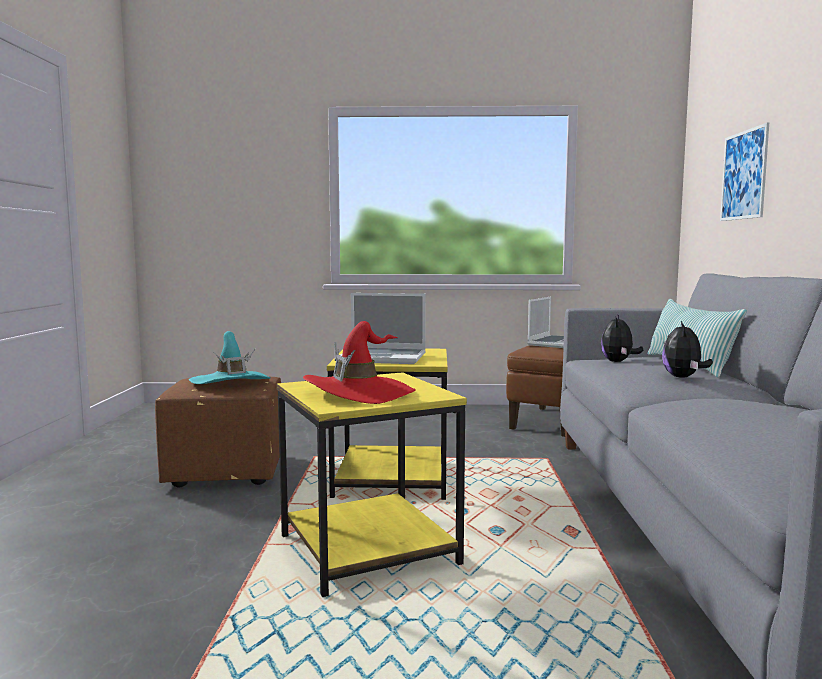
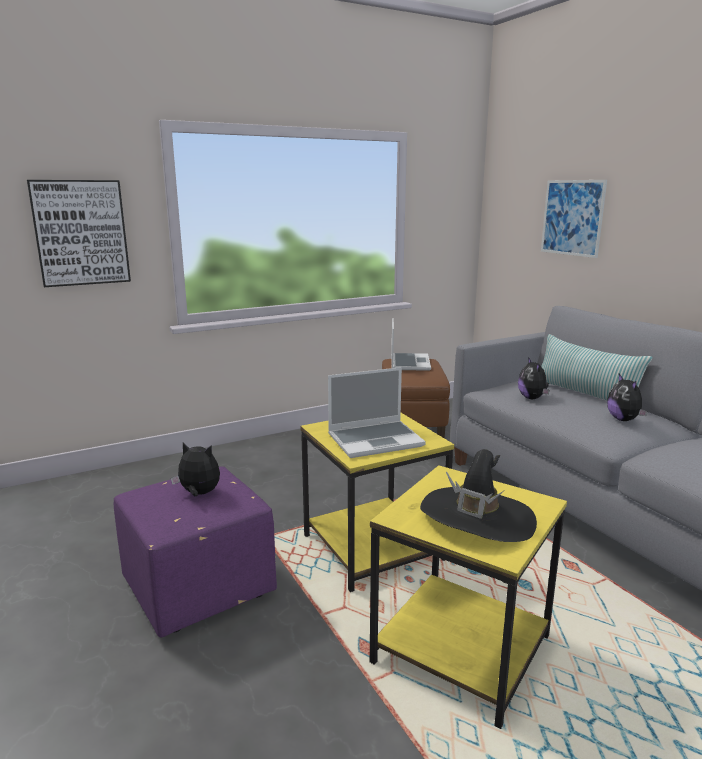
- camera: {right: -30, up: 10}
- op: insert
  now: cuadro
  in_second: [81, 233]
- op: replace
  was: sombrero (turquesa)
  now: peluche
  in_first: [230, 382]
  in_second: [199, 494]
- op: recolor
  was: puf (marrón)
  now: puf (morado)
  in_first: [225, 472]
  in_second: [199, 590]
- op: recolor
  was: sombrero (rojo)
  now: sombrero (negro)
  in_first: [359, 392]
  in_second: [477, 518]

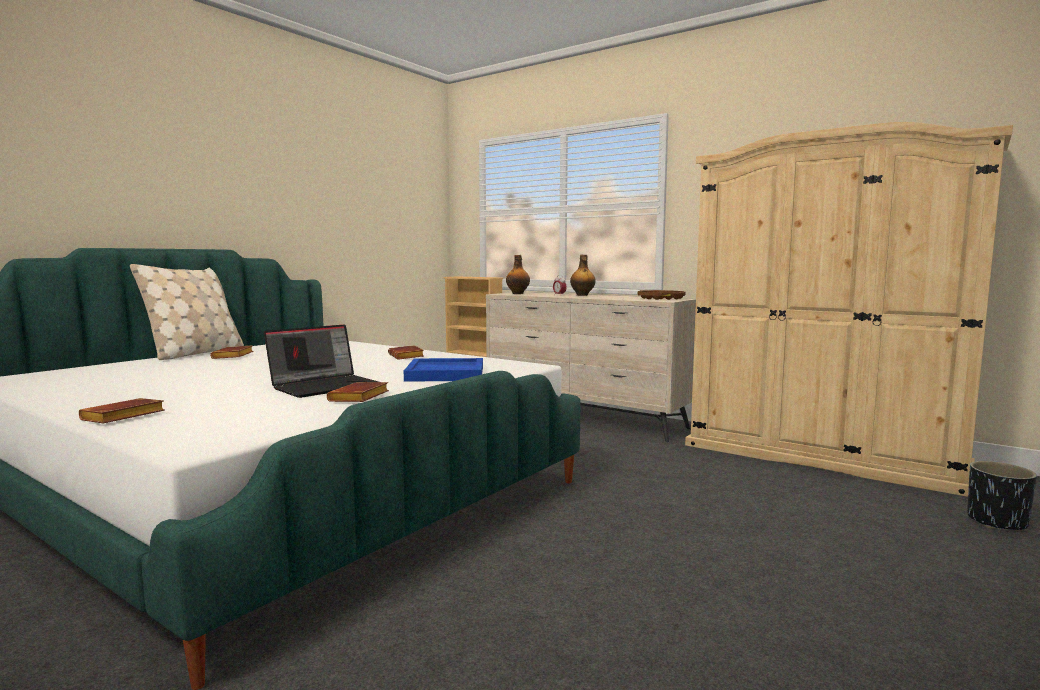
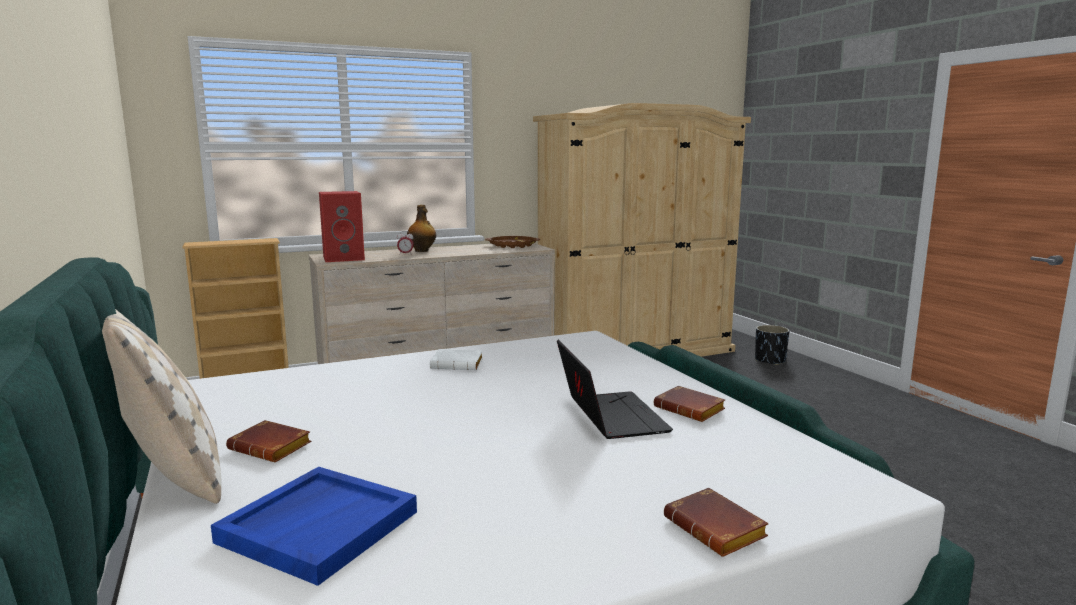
- camera: {right: -60, up: 5}
- op: move
  was: bandeja (azul)
  in_first: [446, 374]
  in_second: [319, 526]
- op: replace
  was: botella
  now: altavoz (rojo)
  in_first: [518, 293]
  in_second: [344, 258]
- op: recolor
  was: libro (marrón)
  now: libro (blanco)
  in_first: [407, 356]
  in_second: [458, 364]

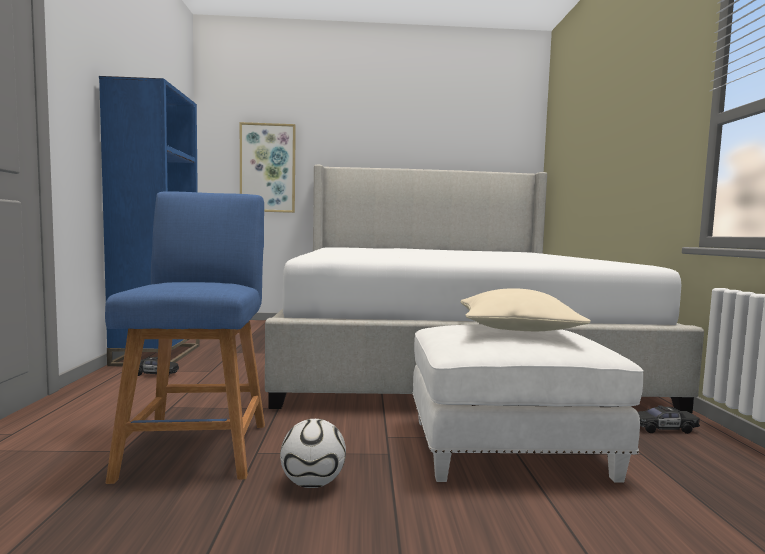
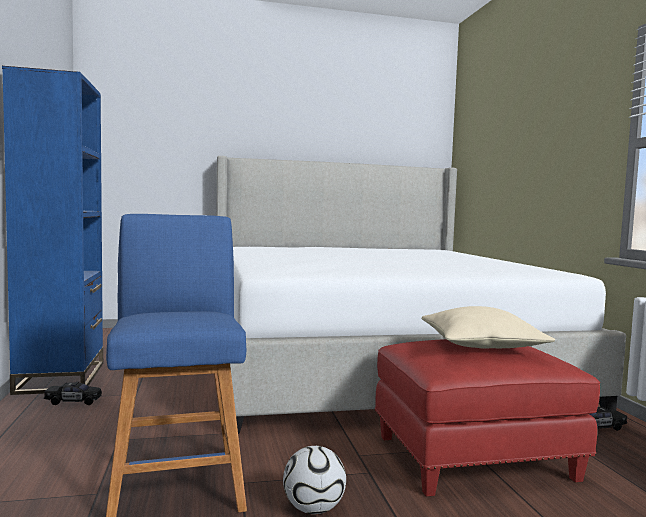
- camera: {right: -10, up: 0}
- op: delete
  was: cuadro
  in_first: [268, 168]
- op: recolor
  was: puf (blanco)
  now: puf (rojo)
  in_first: [509, 447]
  in_second: [475, 456]

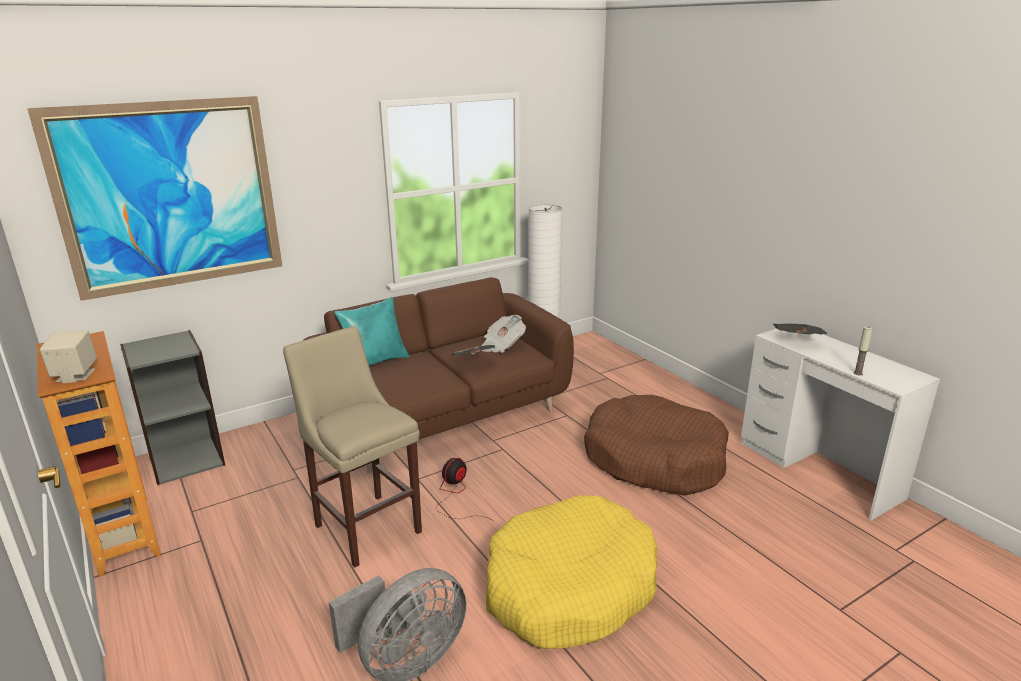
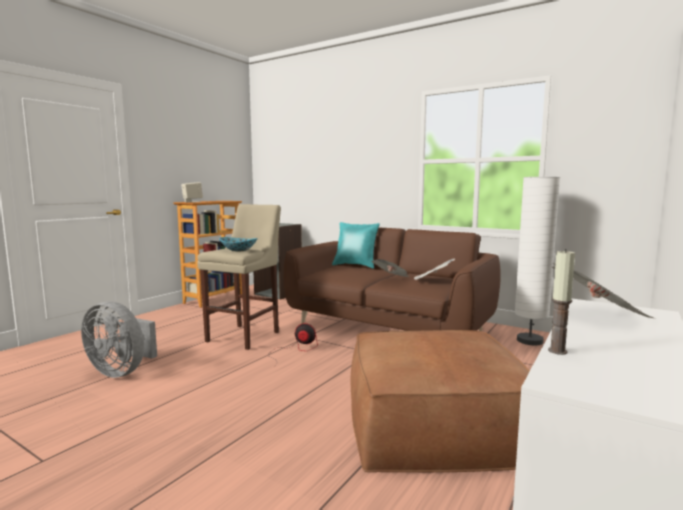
- camera: {right: 65, up: -15}
- op: delete
  was: cuadro
  in_first: [170, 196]
- op: delete
  was: cama para perro (amarillo)
  in_first: [569, 588]
- op: insert
  now: cuenco
  in_second: [238, 250]
- op: replace
  was: cama para perro (marrón)
  now: puf (marrón)
  in_first: [654, 459]
  in_second: [435, 418]

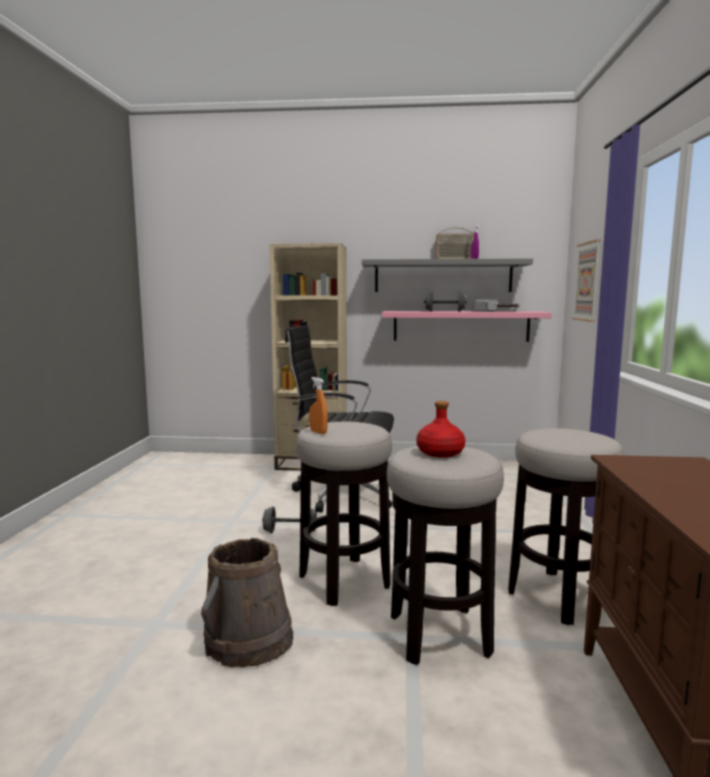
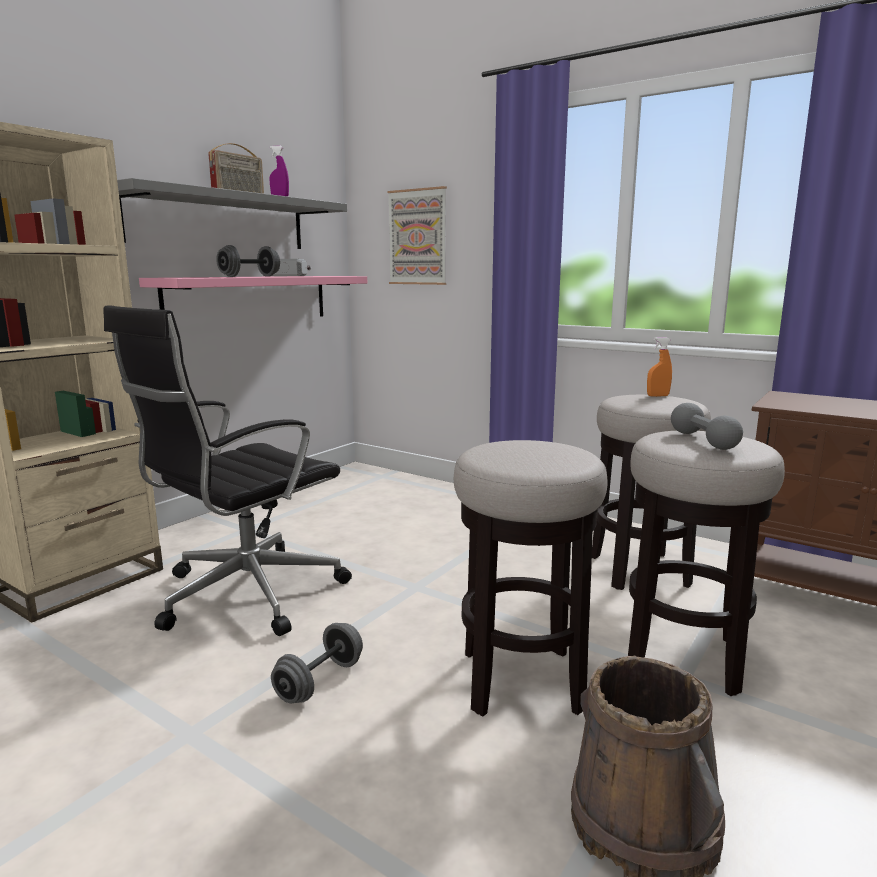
- camera: {right: -60, up: 5}
- op: move
  was: pulverizador (naranja)
  in_first: [318, 432]
  in_second: [657, 396]
- op: replace
  was: botella (rojo)
  now: mancuerna (gris)
  in_first: [440, 453]
  in_second: [703, 441]

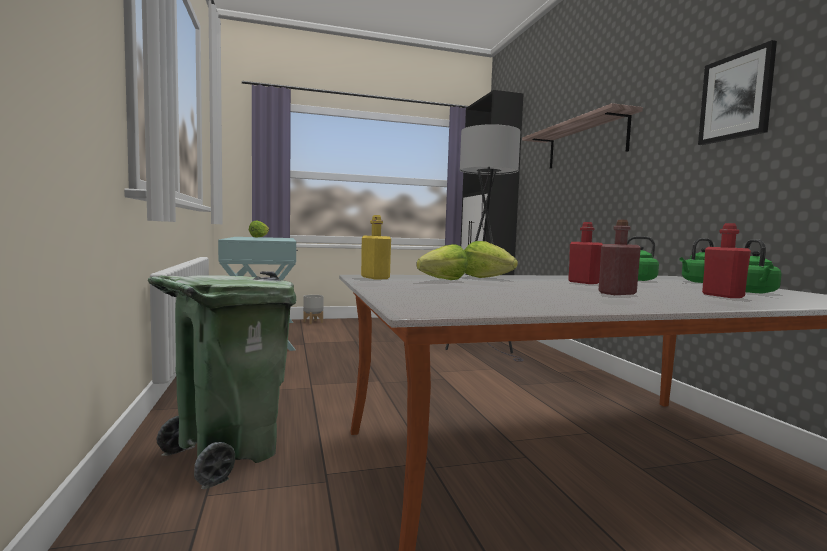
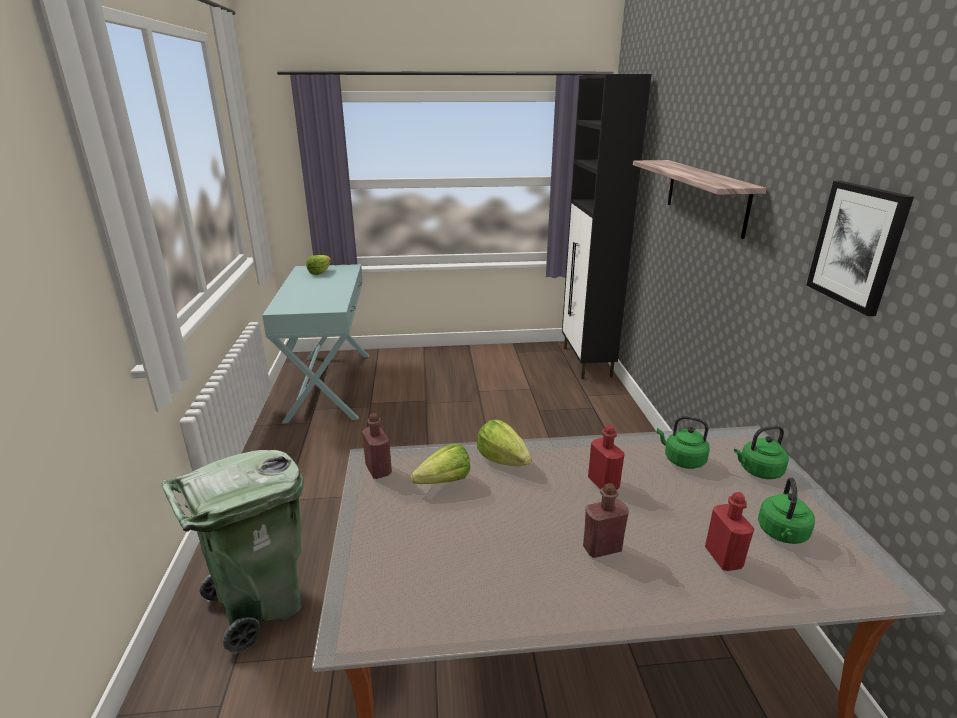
- camera: {right: 10, up: 20}
- op: delete
  was: maceta (gris)
  in_first: [312, 322]
- op: delete
  was: lámpara de pie (gris)
  in_first: [482, 348]
- op: recolor
  was: botella (amarillo)
  now: botella (rojo)
  in_first: [375, 278]
  in_second: [378, 470]

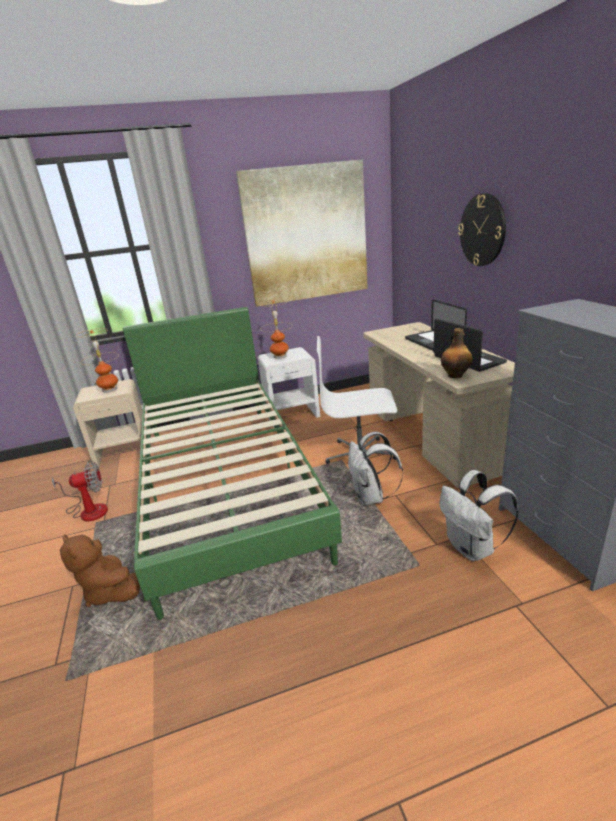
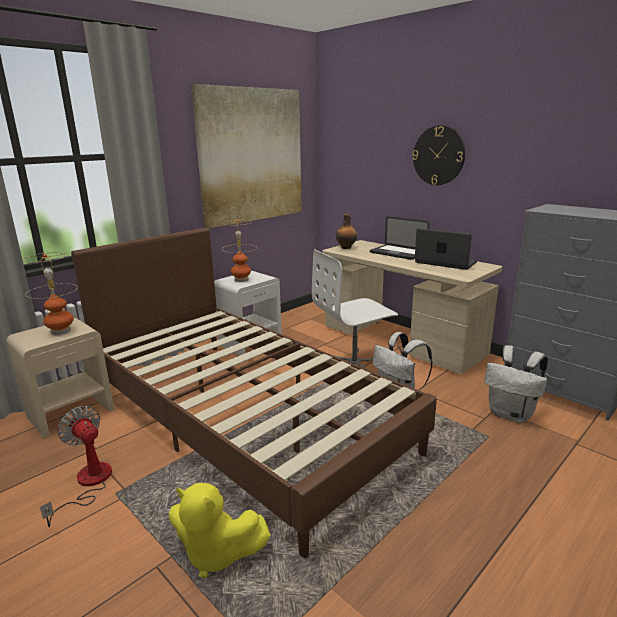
- camera: {right: -30, up: -5}
- op: move
  was: botella
  in_first: [455, 375]
  in_second: [346, 247]
- op: recolor
  was: peluche (marrón)
  now: peluche (amarillo)
  in_first: [111, 591]
  in_second: [216, 553]
- op: recolor
  was: cama (verde)
  now: cama (marrón)
  in_first: [225, 485]
  in_second: [244, 418]
- op: rotate
  was: ventilador
  in_first: [88, 510]
  in_second: [88, 484]
  clockwise: -90

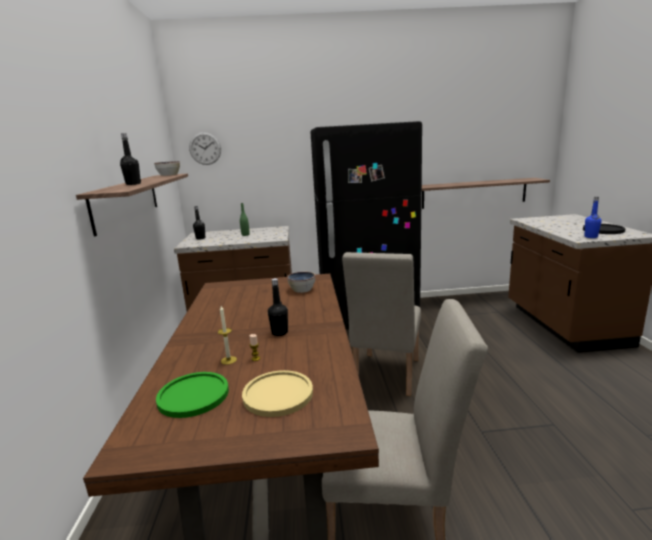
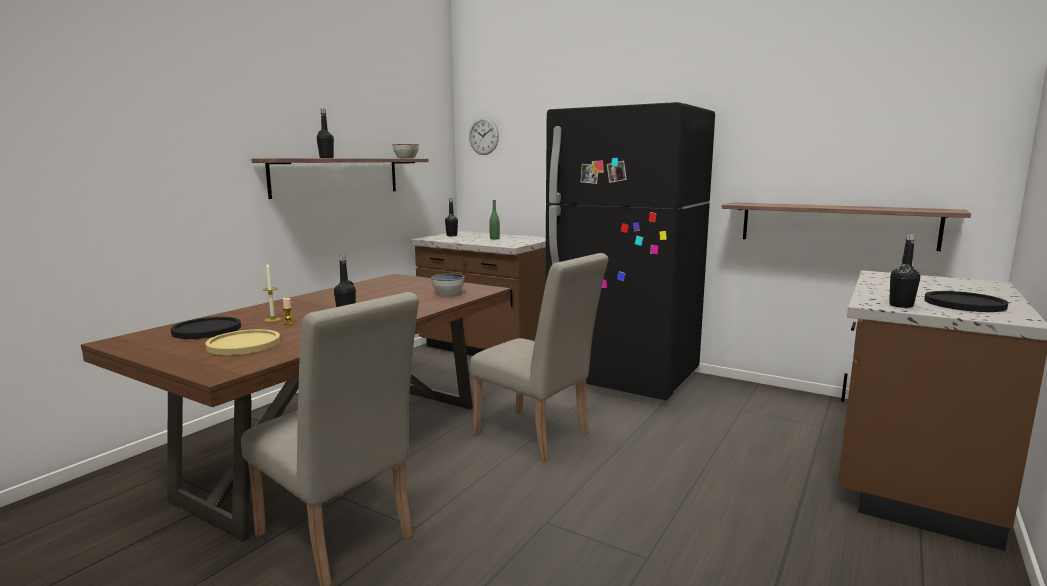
- camera: {right: 35, up: -5}
- op: recolor
  was: plato (verde)
  now: plato (negro)
  in_first: [193, 395]
  in_second: [207, 330]
- op: recolor
  was: botella (azul)
  now: botella (negro)
  in_first: [591, 237]
  in_second: [901, 305]
- op: rotate
  was: silla (beis)
  in_first: [385, 377]
  in_second: [537, 436]
  clockwise: -105

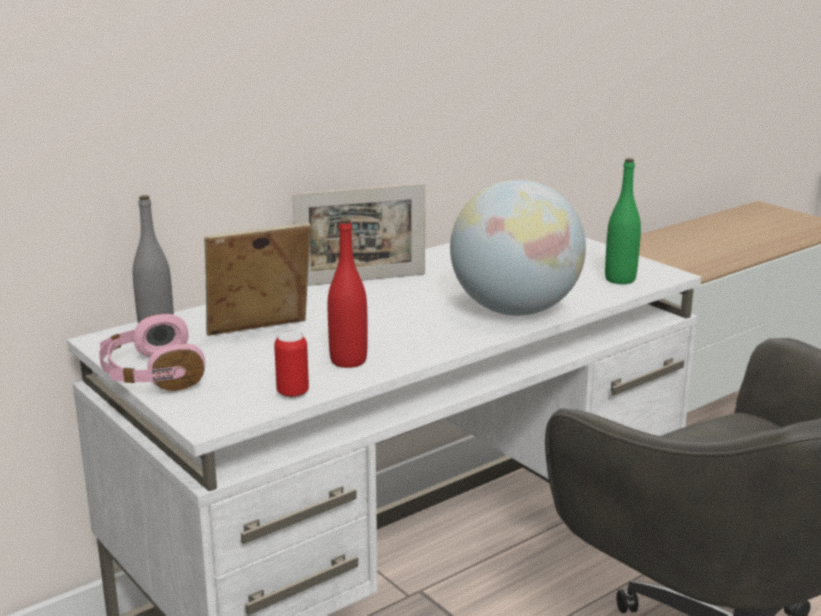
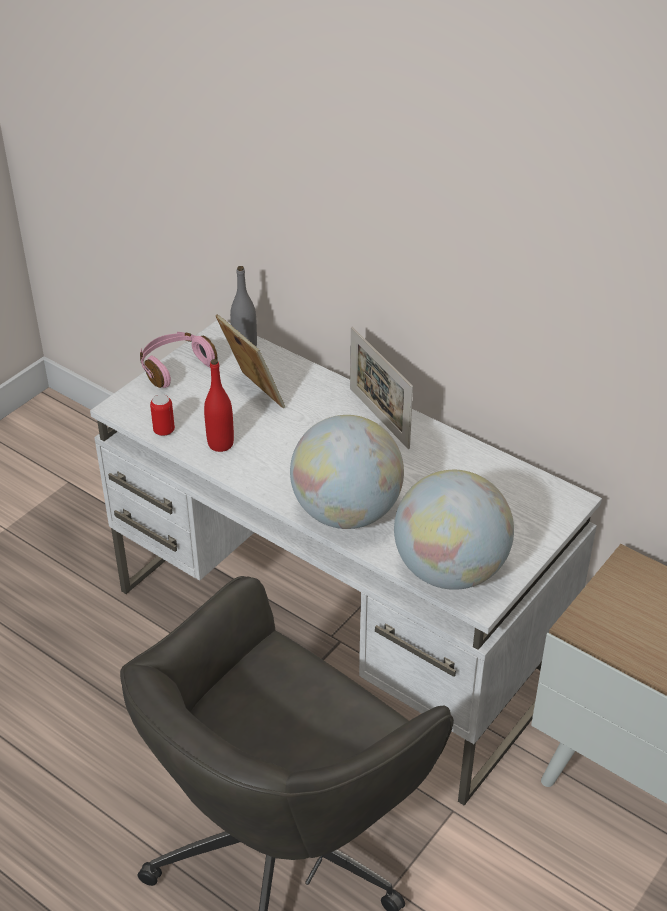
- camera: {right: 75, up: 20}
- op: replace
  was: botella (verde)
  now: globo terráqueo
  in_first: [620, 279]
  in_second: [450, 570]

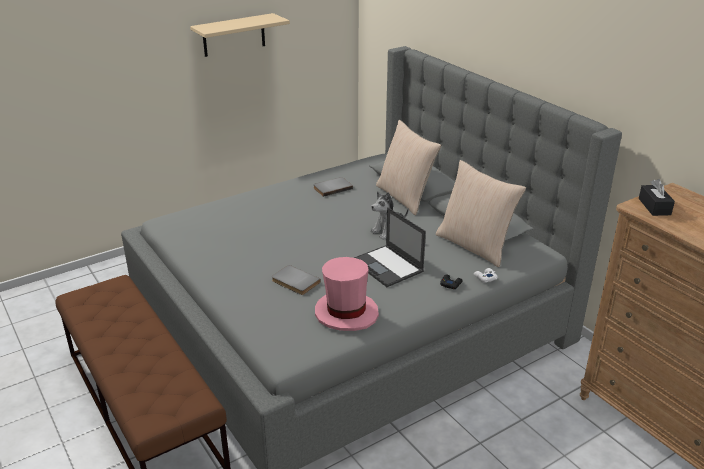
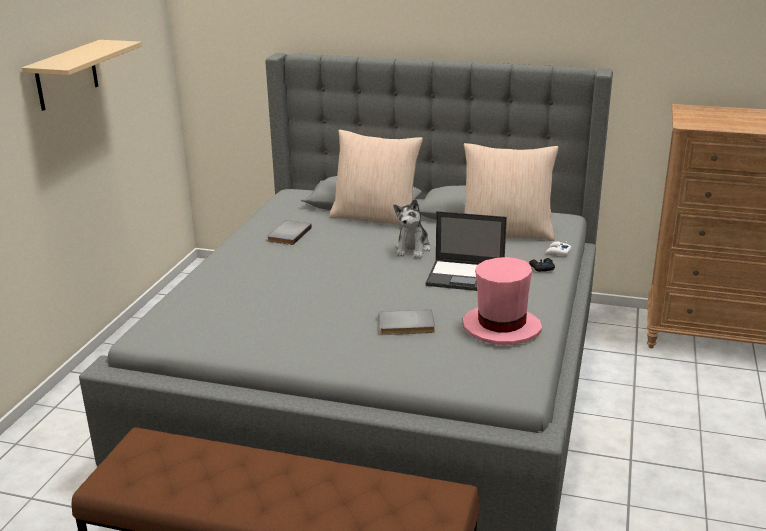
- camera: {right: -40, up: -5}
- op: delete
  was: caja de pañuelos (negro)
  in_first: [654, 207]

